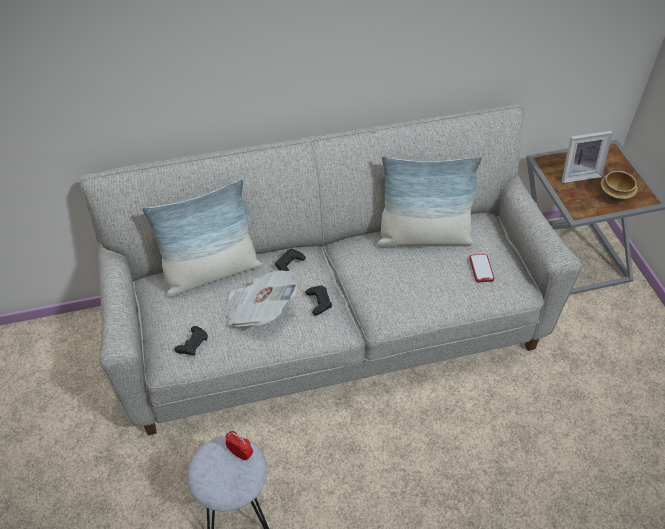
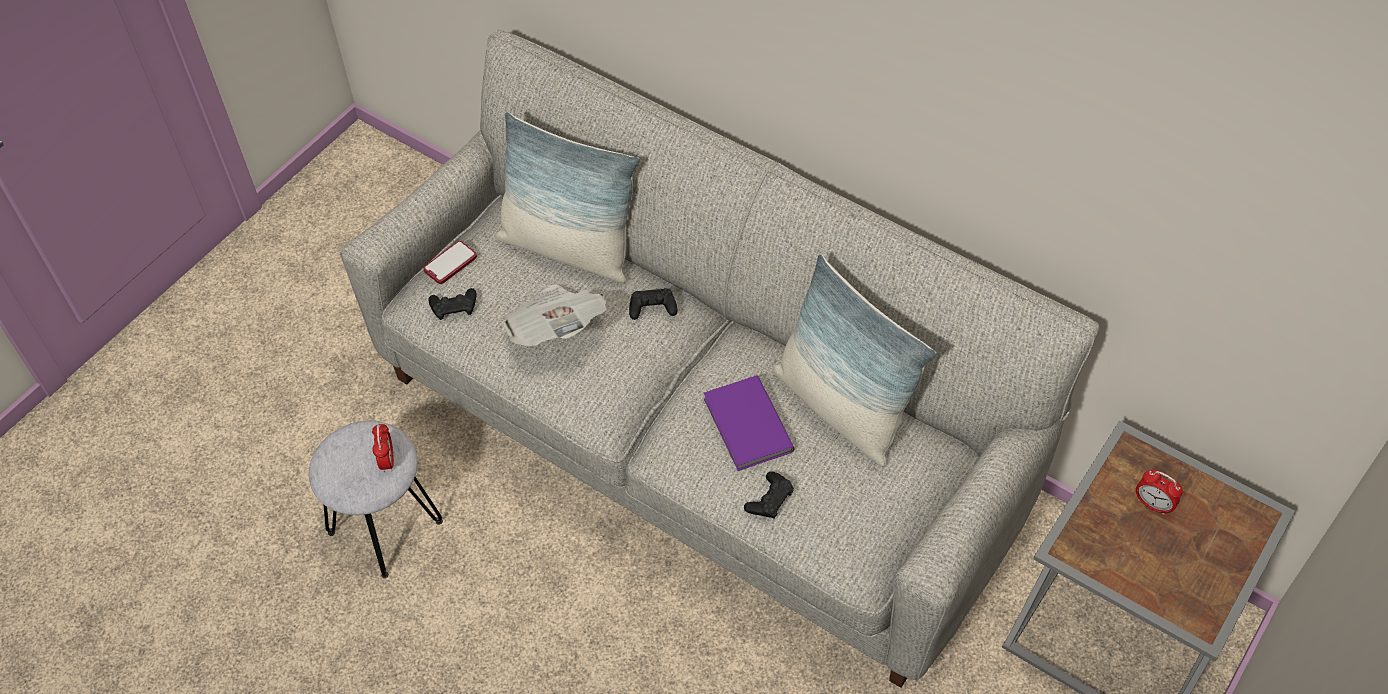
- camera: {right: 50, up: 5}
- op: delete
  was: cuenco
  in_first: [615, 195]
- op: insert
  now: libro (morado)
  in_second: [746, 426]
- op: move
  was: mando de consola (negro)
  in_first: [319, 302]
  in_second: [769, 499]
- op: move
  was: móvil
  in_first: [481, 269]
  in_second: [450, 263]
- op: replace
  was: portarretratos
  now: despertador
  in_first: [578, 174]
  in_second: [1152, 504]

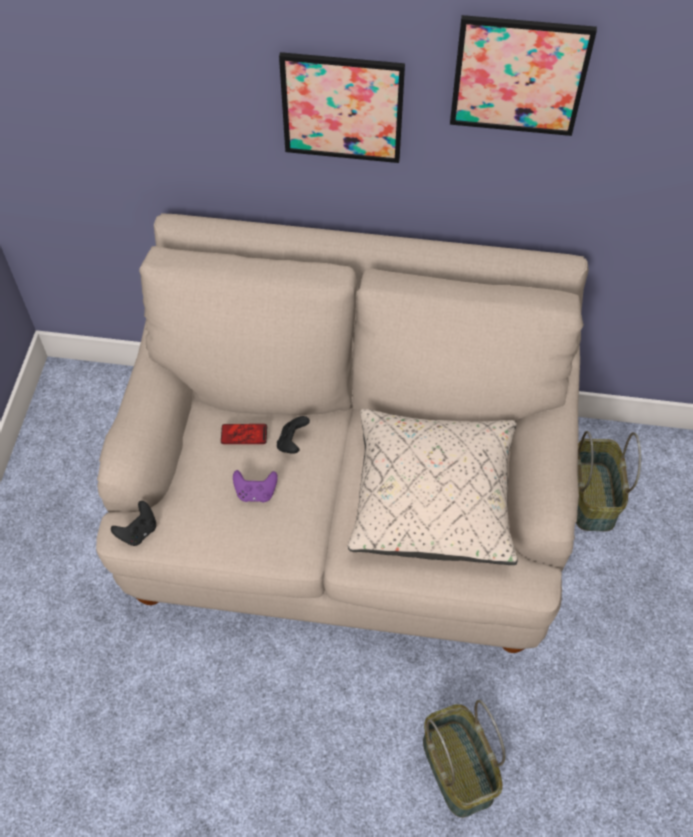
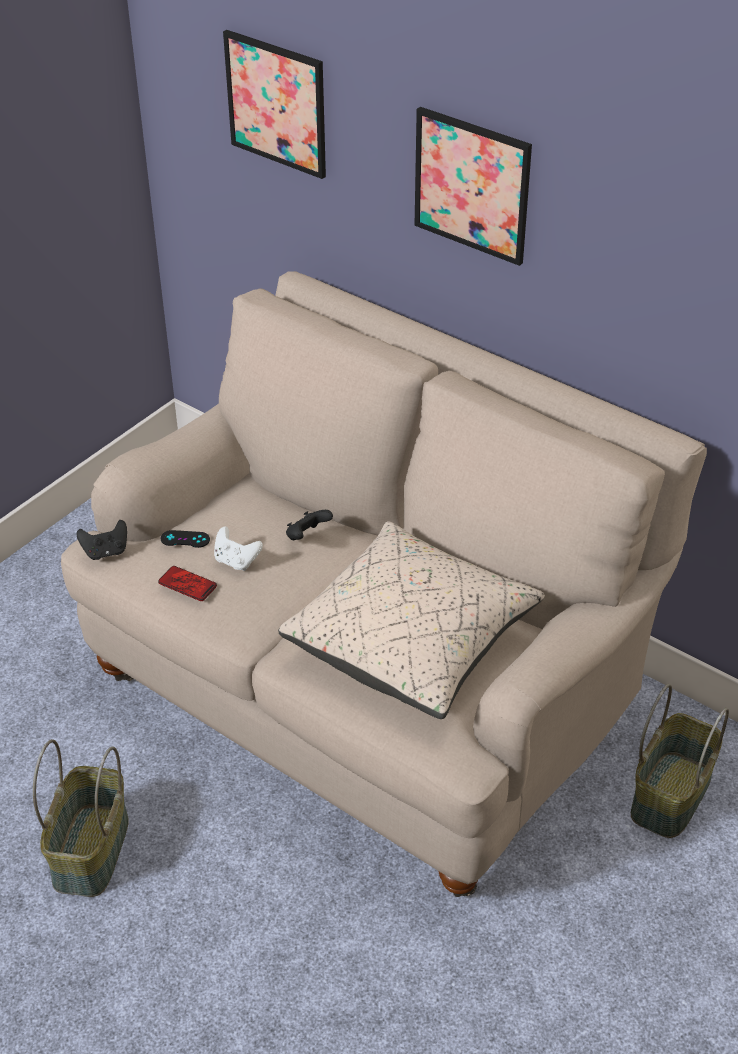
- camera: {right: 30, up: -15}
- op: insert
  now: mando de consola (negro)
  in_second: [185, 539]
- op: move
  was: móvil
  in_first: [244, 434]
  in_second: [187, 584]
- op: move
  was: cesta
  in_first: [459, 769]
  in_second: [92, 851]
- op: move
  was: cuadro
  in_first: [519, 76]
  in_second: [276, 103]
- op: recolor
  was: mando de consola (morado)
  now: mando de consola (blanco)
  in_first: [256, 493]
  in_second: [236, 561]

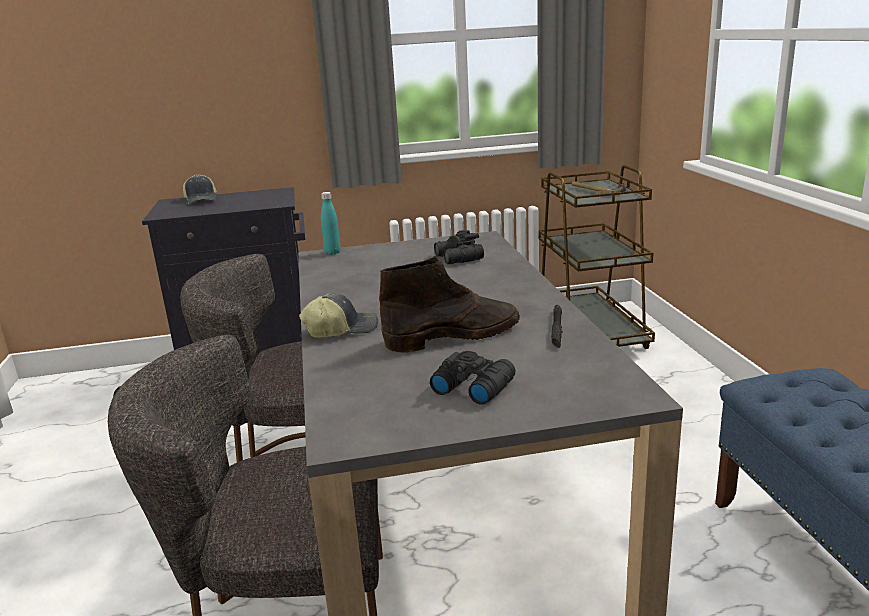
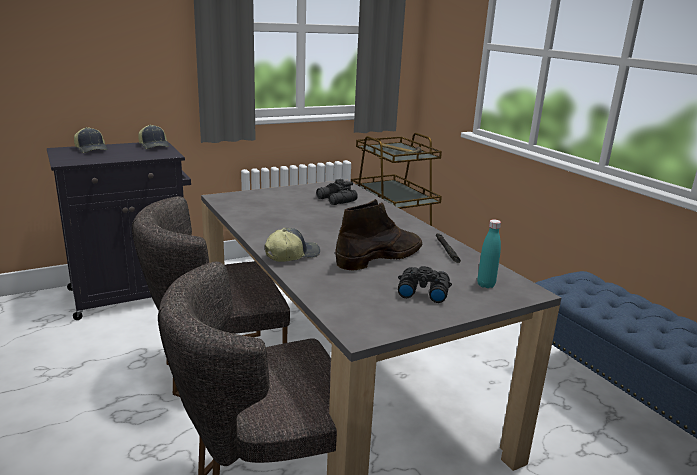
- camera: {right: -20, up: 0}
- op: insert
  now: gorra
  in_second: [154, 146]
- op: move
  was: botella (turquesa)
  in_first: [332, 252]
  in_second: [486, 285]

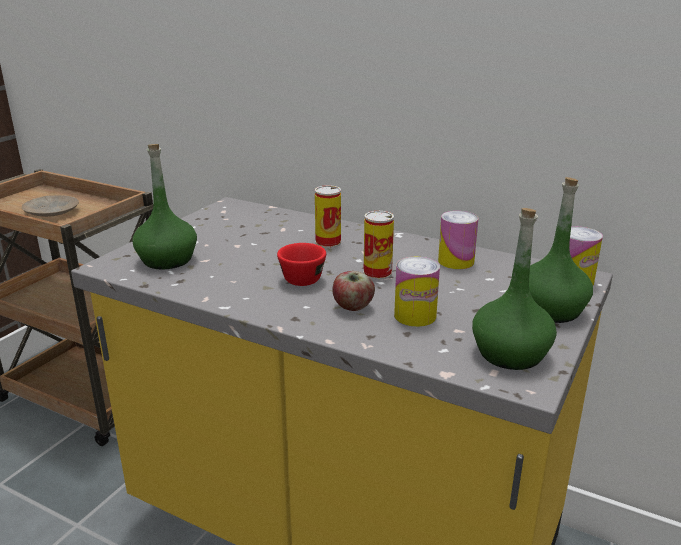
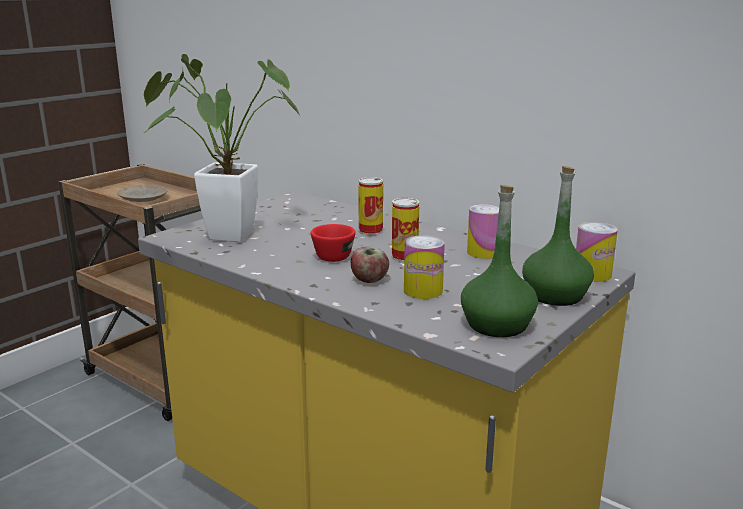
- camera: {right: 10, up: -5}
- op: replace
  was: botella (verde)
  now: planta en maceta
  in_first: [167, 260]
  in_second: [221, 235]

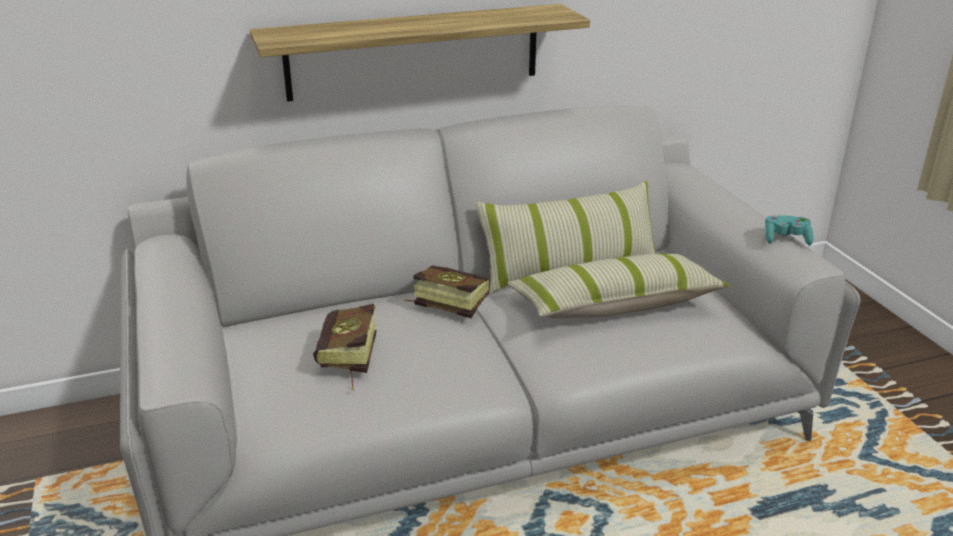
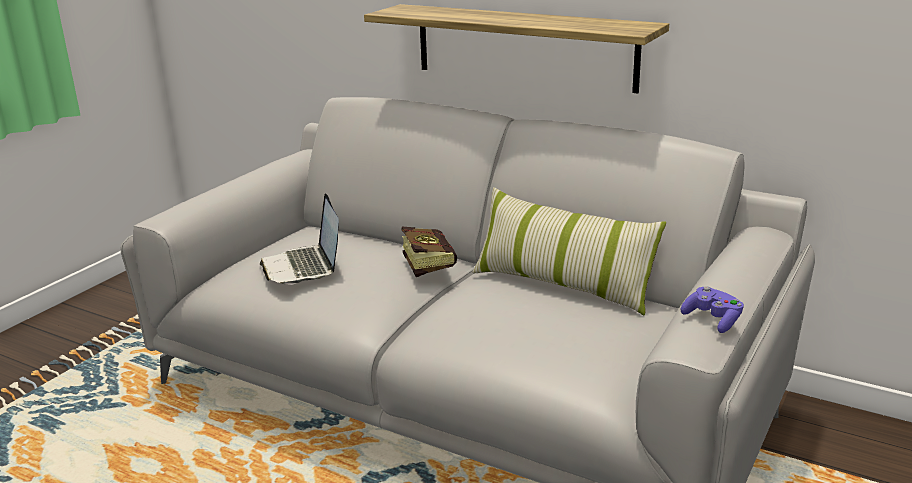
- camera: {right: 50, up: -5}
- op: delete
  was: cojín
  in_first: [614, 305]
- op: replace
  was: libro
  now: portátil
  in_first: [347, 363]
  in_second: [304, 267]
- op: recolor
  was: mando de consola (turquesa)
  now: mando de consola (morado)
  in_first: [786, 239]
  in_second: [712, 320]

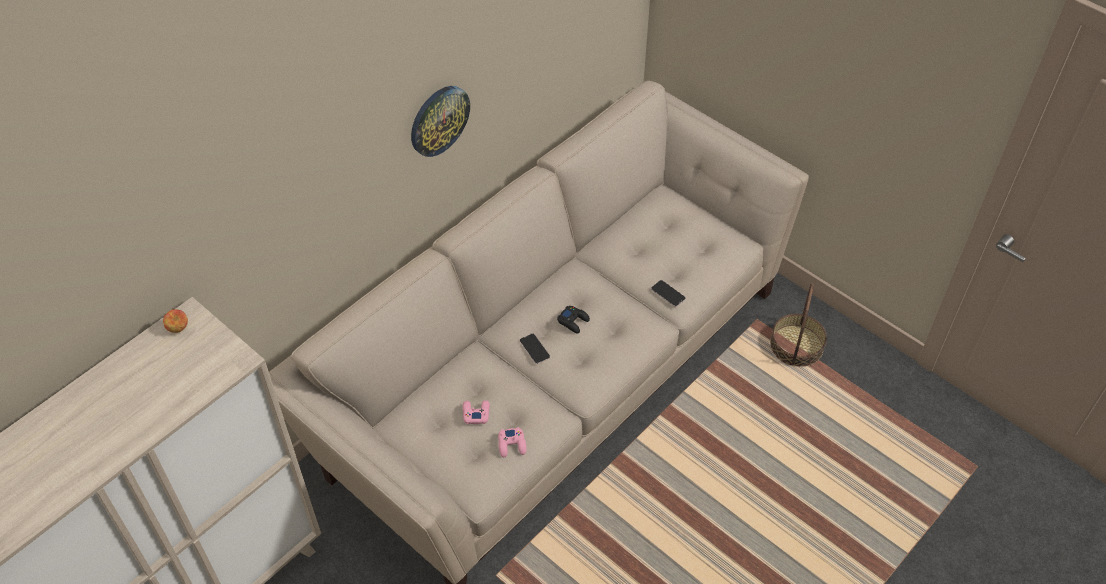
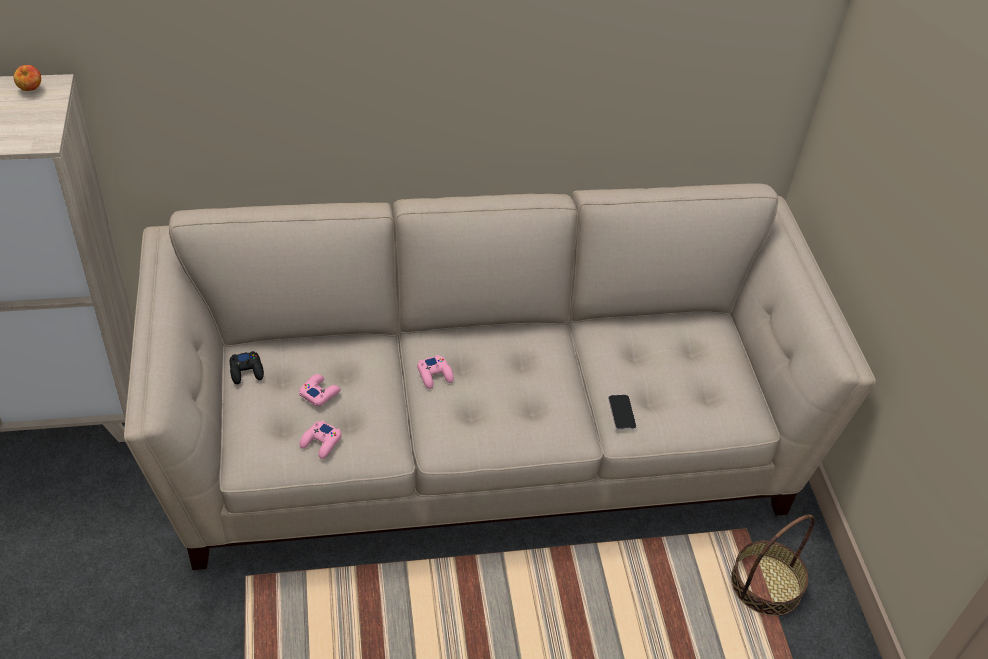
- camera: {right: 35, up: -5}
- op: delete
  was: reloj de pared
  in_first: [439, 120]
- op: move
  was: mando de consola (negro)
  in_first: [573, 321]
  in_second: [247, 371]
- op: replace
  was: móvil
  now: mando de consola (rosa)
  in_first: [534, 349]
  in_second: [435, 375]

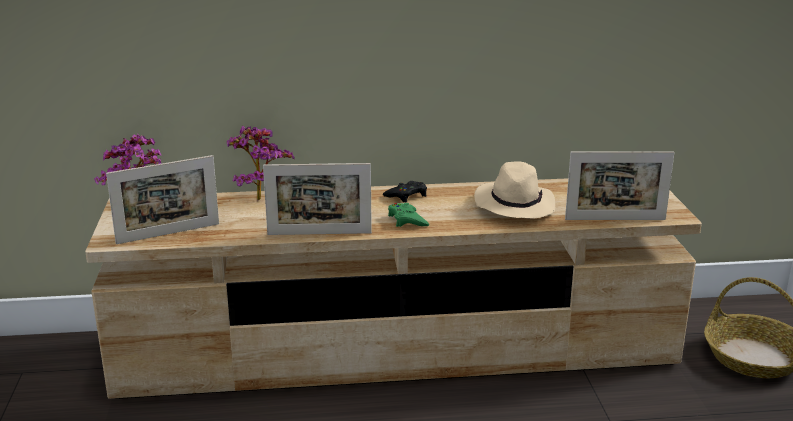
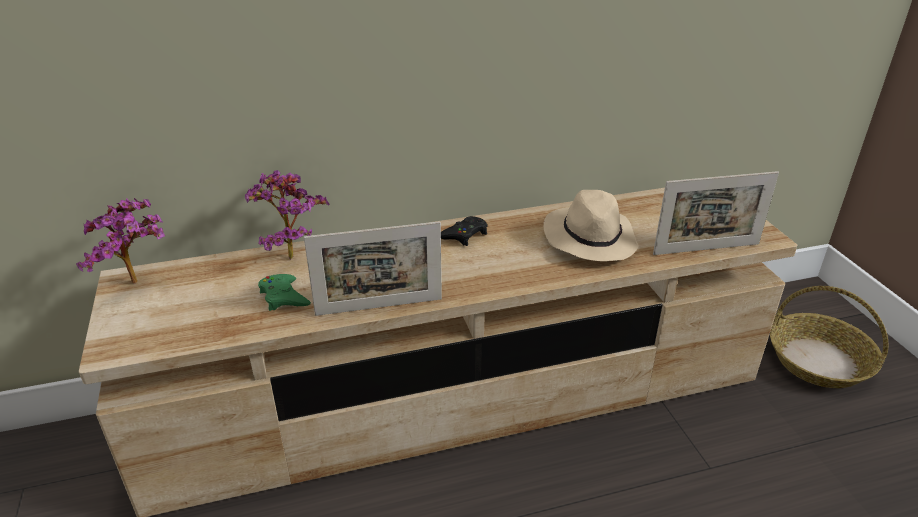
- camera: {right: -10, up: 10}
- op: delete
  was: portarretratos
  in_first: [168, 233]
- op: move
  was: mando de consola (verde)
  in_first: [407, 220]
  in_second: [283, 297]

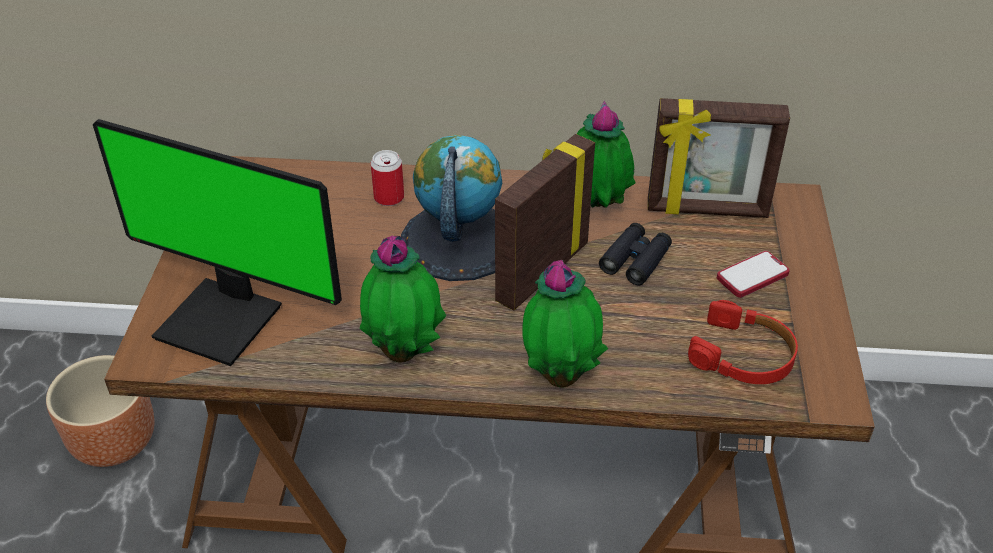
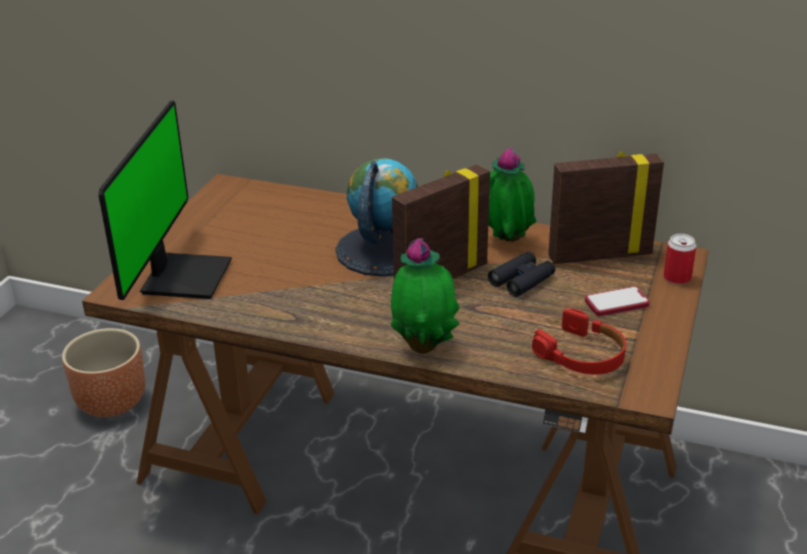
- camera: {right: 15, up: -10}
- op: delete
  was: planta en maceta
  in_first: [405, 351]
- op: move
  was: lata
  in_first: [389, 197]
  in_second: [677, 278]
- op: rotate
  was: monitor
  in_first: [223, 319]
  in_second: [182, 276]
  clockwise: -120
- op: rotate
  was: portarretratos
  in_first: [707, 210]
  in_second: [599, 255]
  clockwise: 150

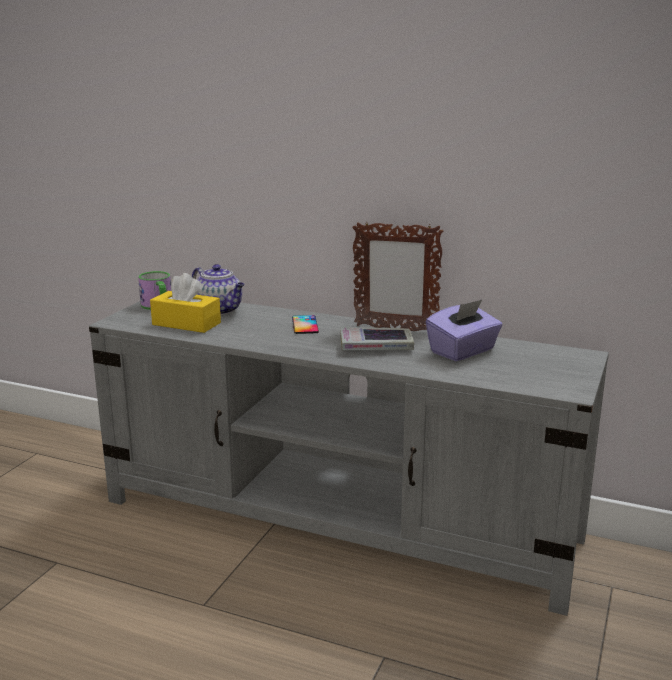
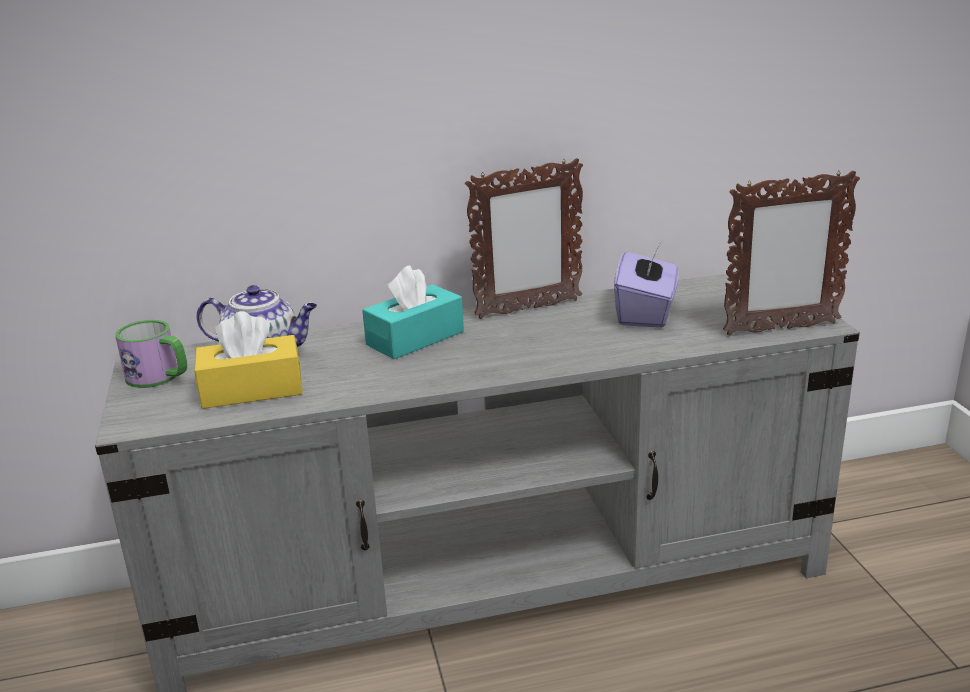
- camera: {right: -35, up: 5}
- op: delete
  was: libro
  in_first: [376, 346]
- op: insert
  now: portarretratos
  in_second: [780, 329]
- op: replace
  was: móvil
  now: caja de pañuelos (turquesa)
  in_first: [305, 325]
  in_second: [415, 338]

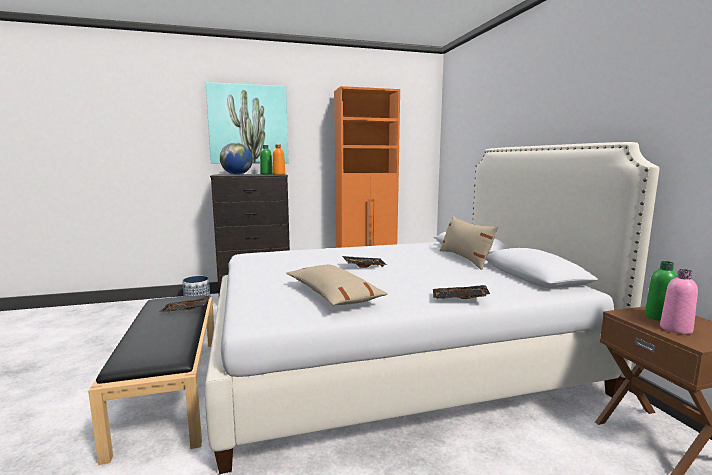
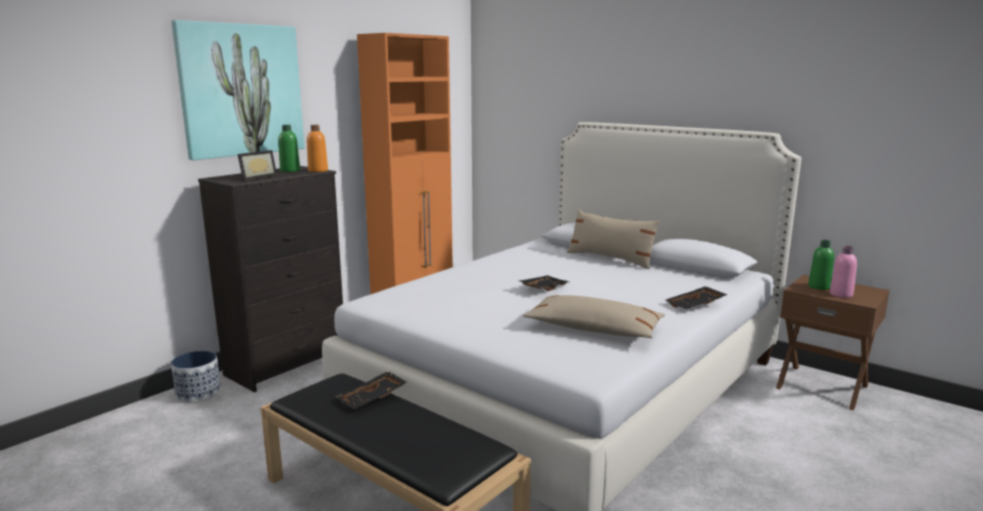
- camera: {right: -35, up: 5}
- op: replace
  was: globo terráqueo
  now: portarretratos
  in_first: [237, 174]
  in_second: [256, 177]

